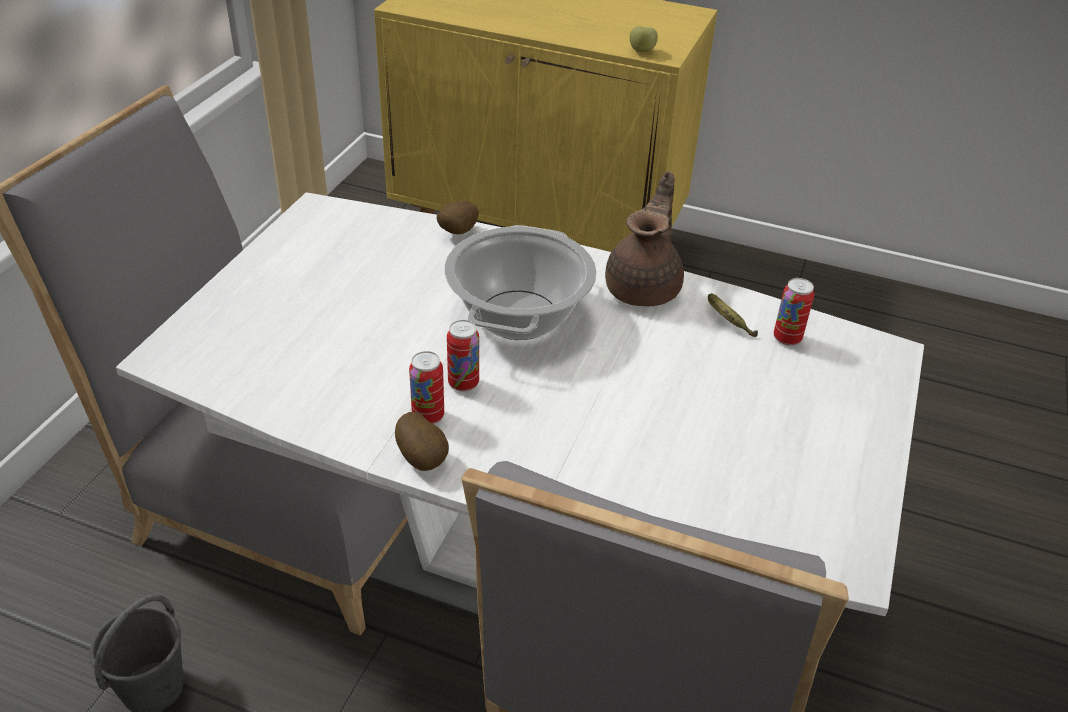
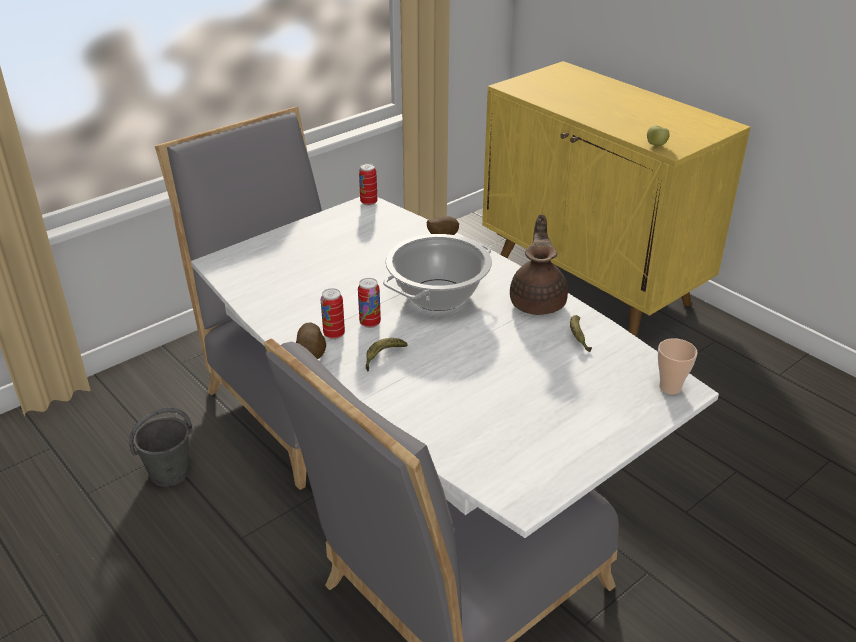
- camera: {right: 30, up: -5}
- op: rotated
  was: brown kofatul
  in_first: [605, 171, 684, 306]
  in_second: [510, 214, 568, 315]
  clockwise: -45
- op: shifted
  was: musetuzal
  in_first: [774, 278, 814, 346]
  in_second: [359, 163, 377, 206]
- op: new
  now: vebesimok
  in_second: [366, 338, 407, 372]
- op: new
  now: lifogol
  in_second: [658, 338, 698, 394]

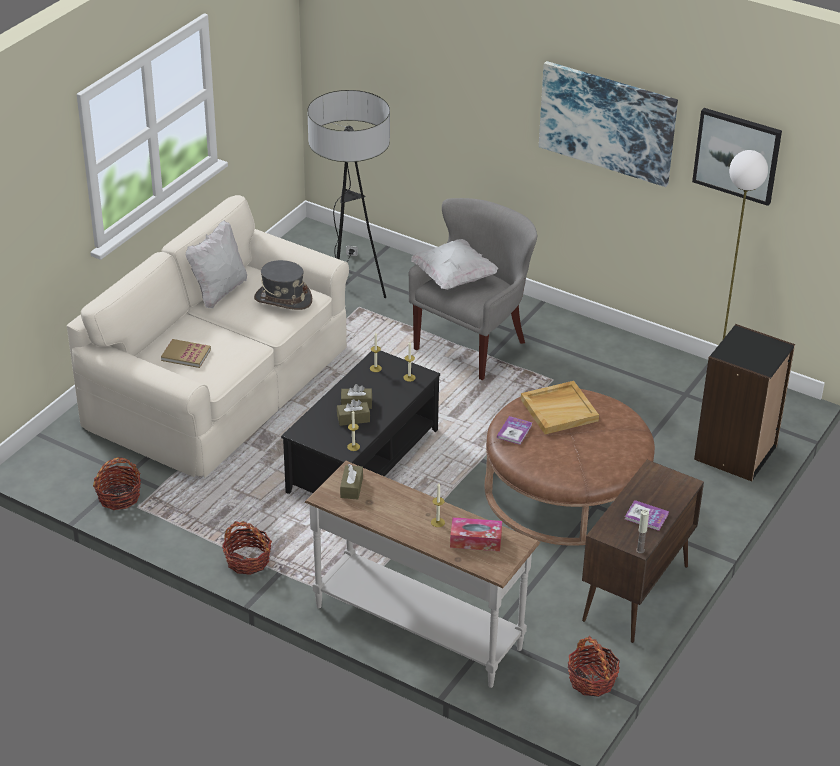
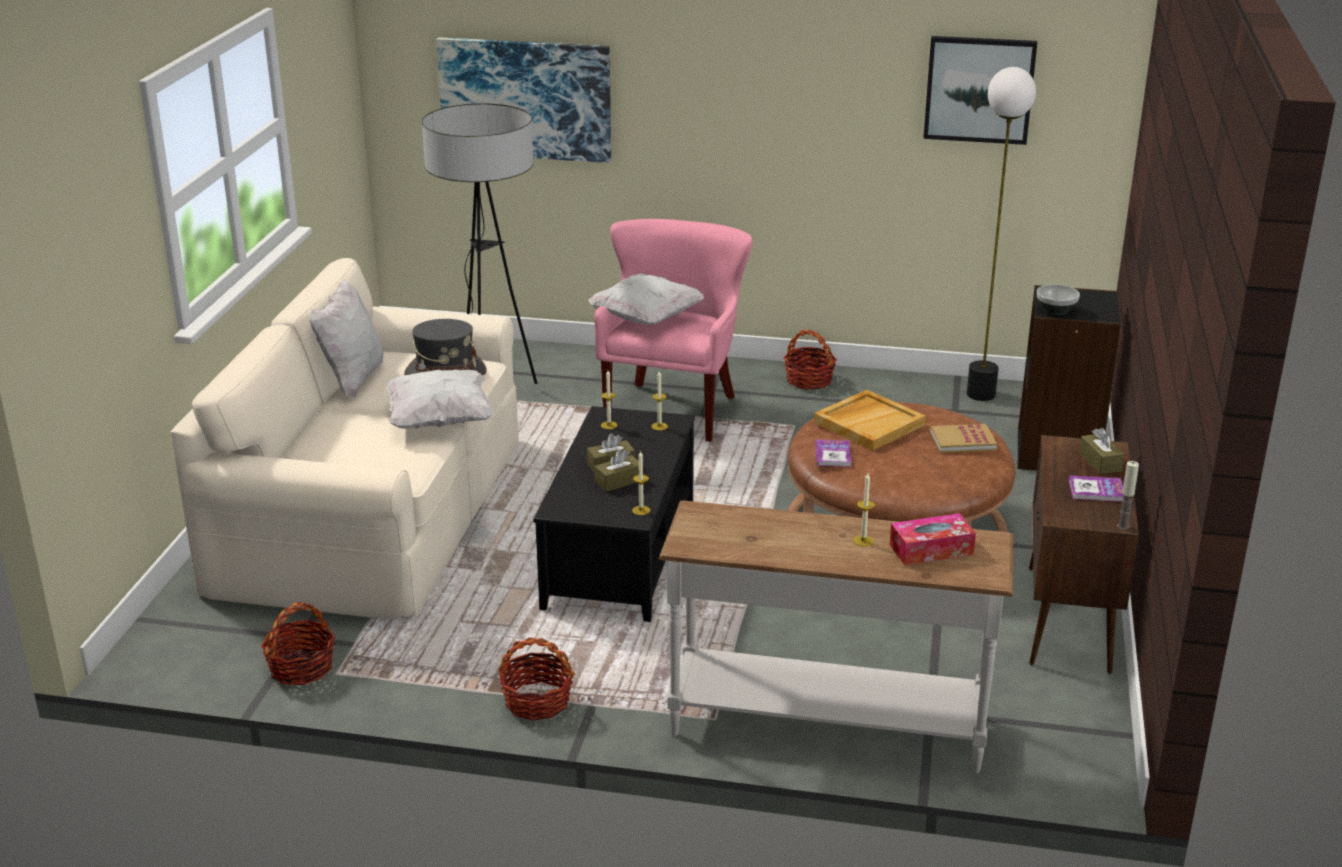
- camera: {right: -20, up: -10}
- op: shifted
  was: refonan
  in_first: [539, 61, 678, 187]
  in_second: [436, 37, 611, 163]
- op: repainted
  was: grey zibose
  now: pink zibose
  in_first: [409, 198, 537, 380]
  in_second: [594, 219, 753, 442]
- op: shifted
  was: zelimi
  in_first: [161, 339, 211, 368]
  in_second: [930, 424, 997, 453]
- op: shifted
  was: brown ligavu
  in_first: [340, 464, 363, 500]
  in_second: [1079, 428, 1124, 474]
- op: shifted
  was: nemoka
  in_first: [567, 636, 620, 697]
  in_second: [783, 329, 837, 390]
- op: new
  now: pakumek
  in_second: [1037, 284, 1080, 316]
- op: new
  now: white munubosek
  in_second: [386, 370, 495, 429]

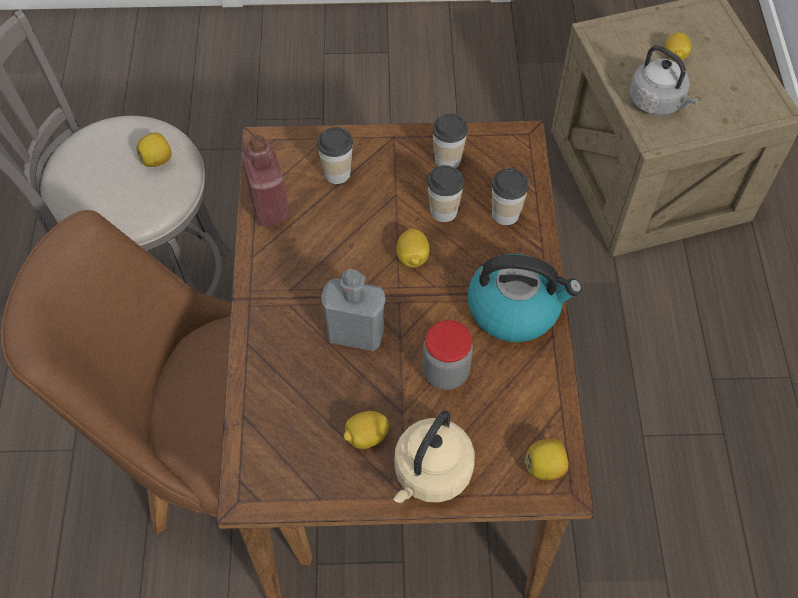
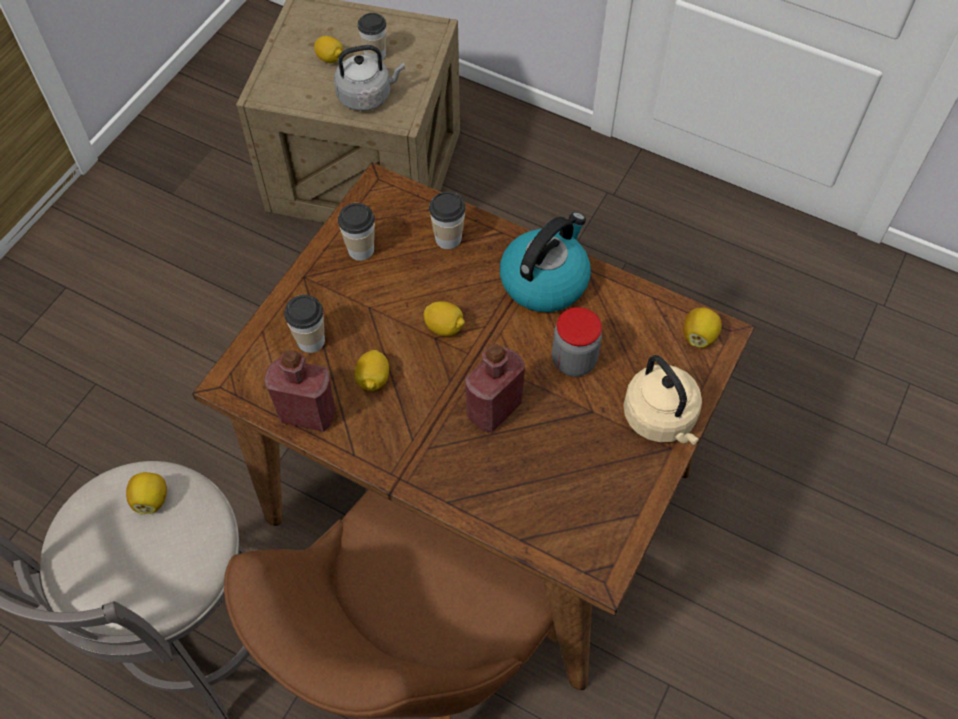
- camera: {right: -60, up: 0}
- op: shifted
  was: lifogol
  in_first: [427, 165, 464, 222]
  in_second: [358, 13, 386, 60]
- op: repainted
  was: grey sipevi
  now: red sipevi
  in_first: [321, 269, 385, 351]
  in_second: [465, 344, 525, 433]
- op: shifted
  was: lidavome
  in_first: [344, 411, 389, 449]
  in_second: [355, 350, 389, 391]

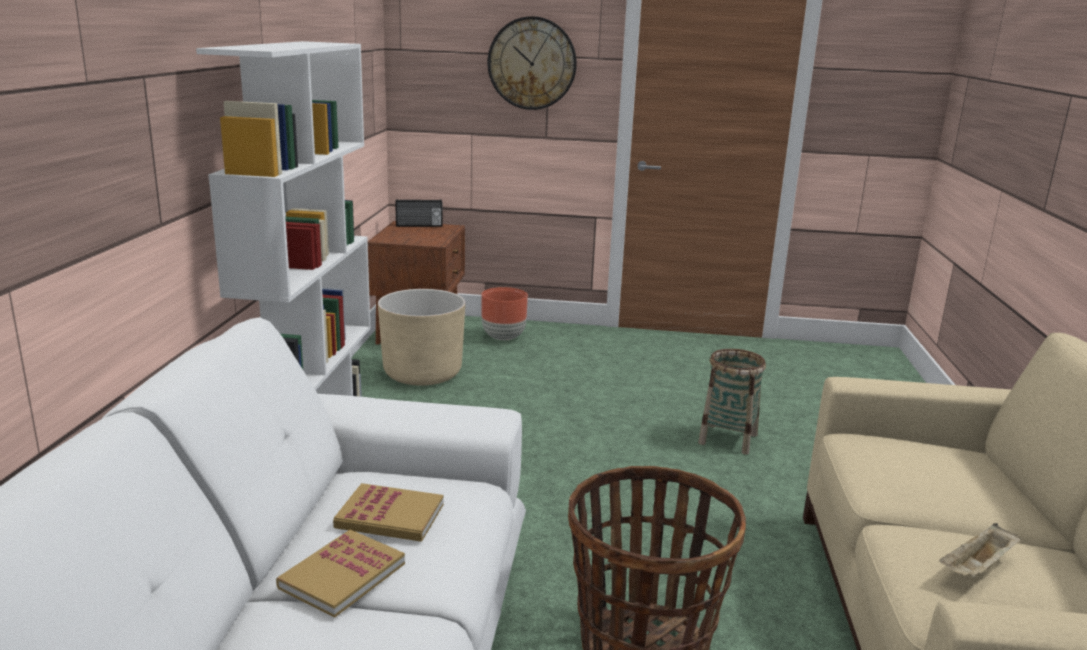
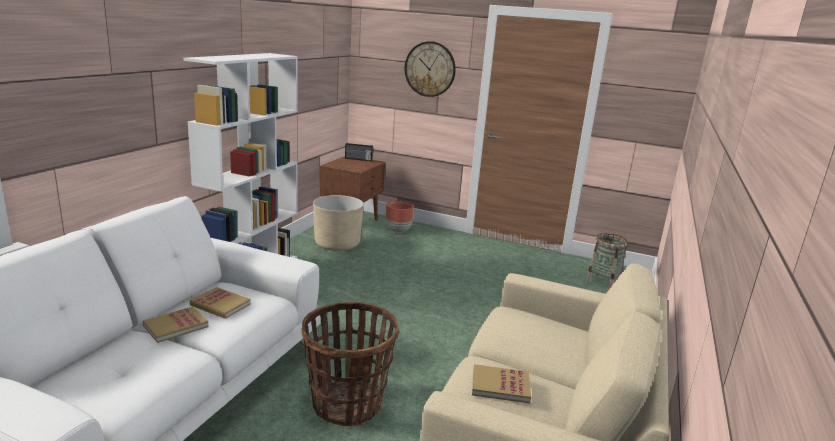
- camera: {right: 15, up: 0}
- op: shifted
  was: nemoka
  in_first: [698, 349, 766, 455]
  in_second: [586, 233, 627, 290]
- op: swapped
  was: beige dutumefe
  now: zelimi
  in_first: [940, 523, 1021, 578]
  in_second: [472, 364, 531, 403]

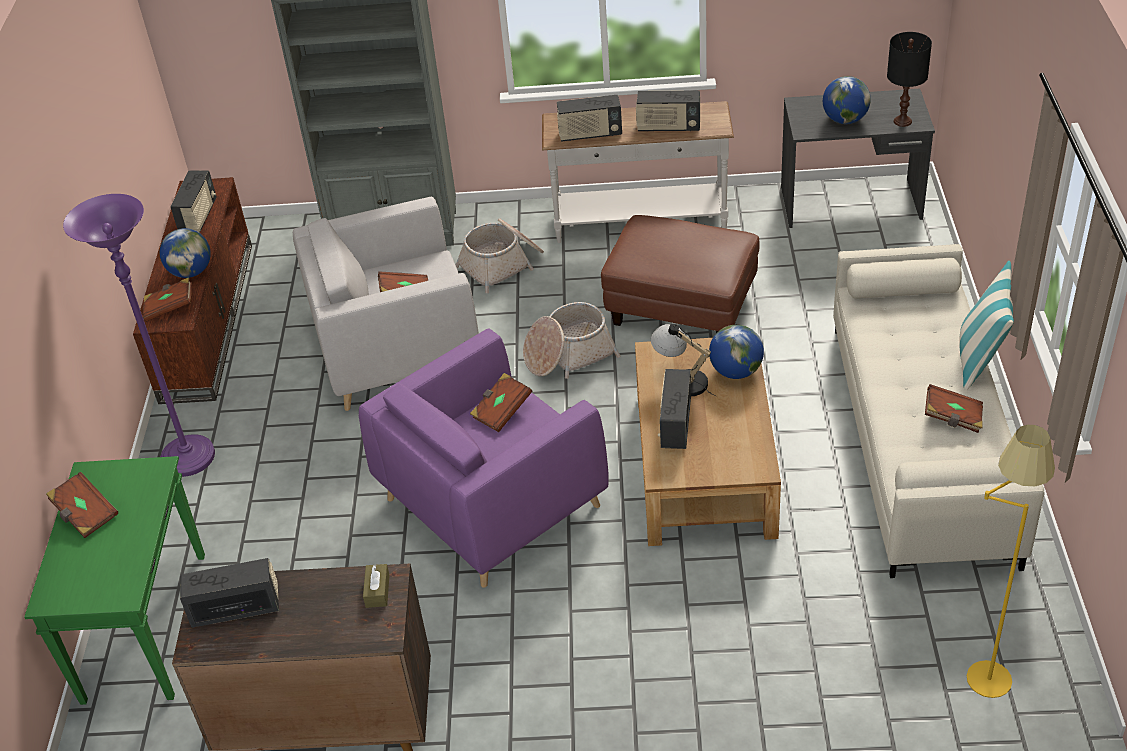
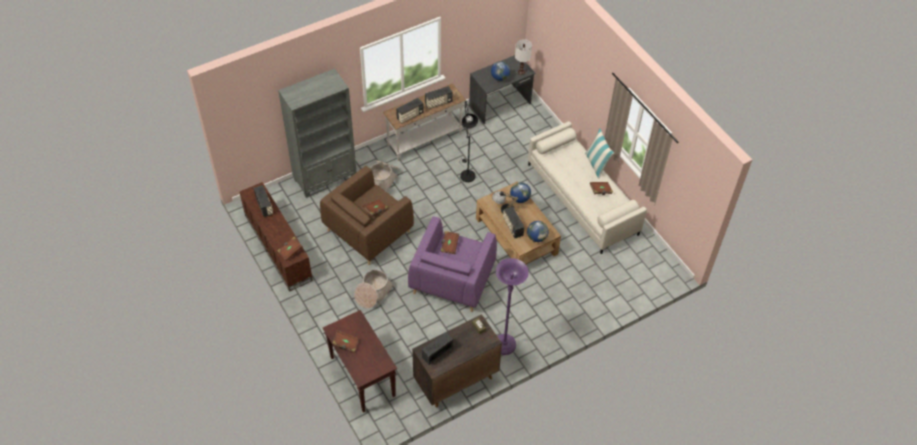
- camera: {right: -35, up: 10}
- op: repainted
  was: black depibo
  now: white depibo
  in_first: [887, 32, 932, 127]
  in_second: [515, 39, 532, 75]
- op: shifted
  was: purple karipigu
  in_first: [63, 194, 215, 477]
  in_second: [496, 258, 529, 355]
- op: repainted
  was: grey zibose
  now: brown zibose
  in_first: [293, 197, 479, 411]
  in_second: [320, 166, 414, 265]
- op: swapped
  was: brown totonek
  now: black karipigu
  in_first: [601, 215, 760, 333]
  in_second: [460, 101, 478, 182]
- op: shifted
  was: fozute
  in_first: [160, 228, 211, 278]
  in_second: [527, 221, 549, 242]
- op: shifted
  was: nemoka
  in_first: [523, 302, 621, 379]
  in_second: [354, 270, 395, 309]
- op: gone
  was: yellow karipigu
  in_first: [967, 425, 1055, 698]
- op: repainted
  was: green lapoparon
  now: brown lapoparon
  in_first: [24, 456, 205, 705]
  in_second: [323, 310, 397, 413]

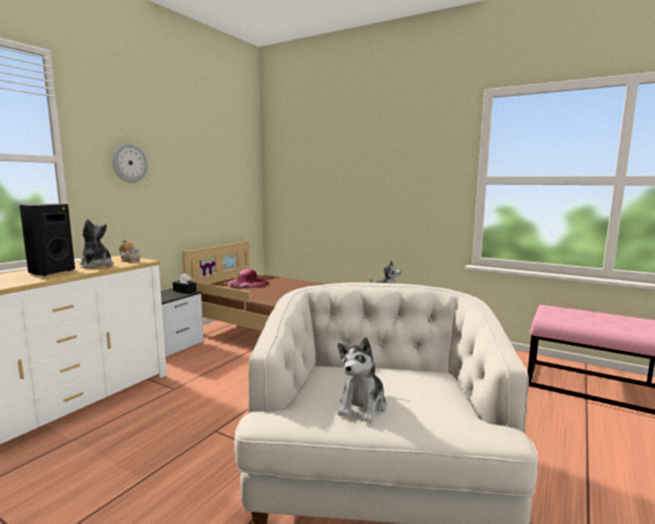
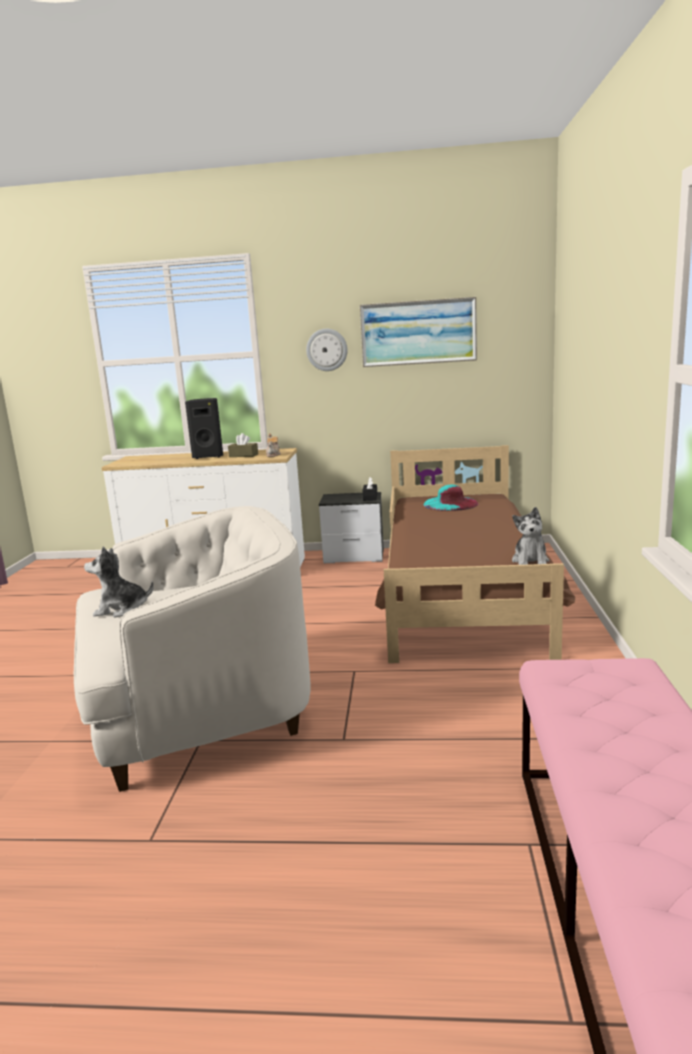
- camera: {right: 65, up: 5}
- op: swapped
  was: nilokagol
  now: brown ligavu
  in_first: [79, 219, 113, 268]
  in_second: [228, 433, 258, 457]
- op: repainted
  was: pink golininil
  now: turquoise golininil
  in_first: [228, 269, 268, 288]
  in_second: [424, 484, 478, 511]
- op: new
  now: refonan
  in_second: [360, 297, 477, 367]

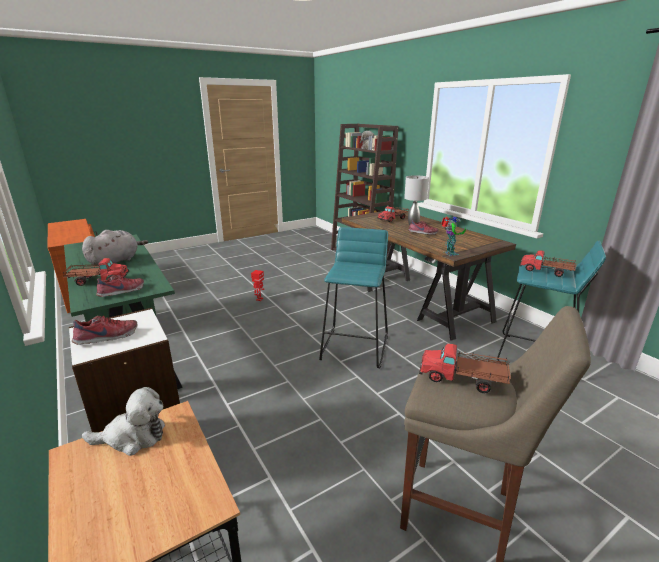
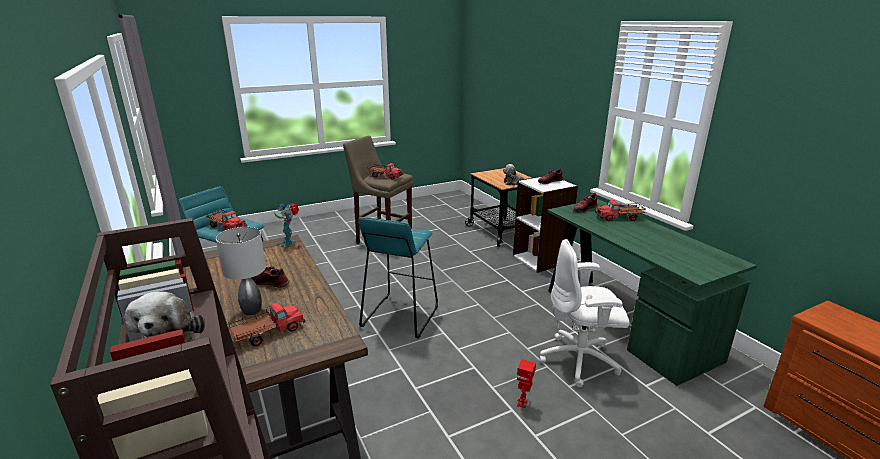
- camera: {right: -175, up: 0}
- op: gone
  was: grey nilokagol
  in_first: [82, 230, 148, 265]
- op: new
  now: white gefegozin
  in_second: [540, 239, 629, 387]

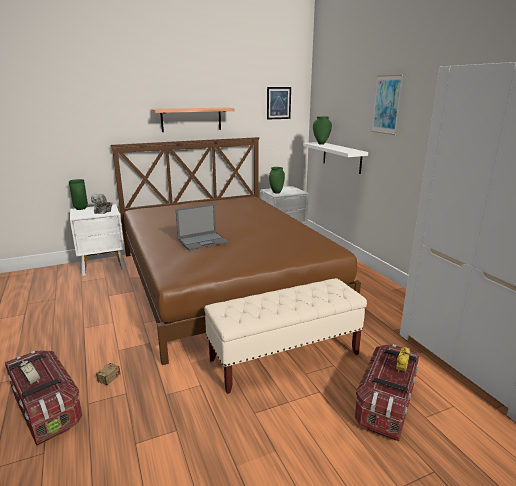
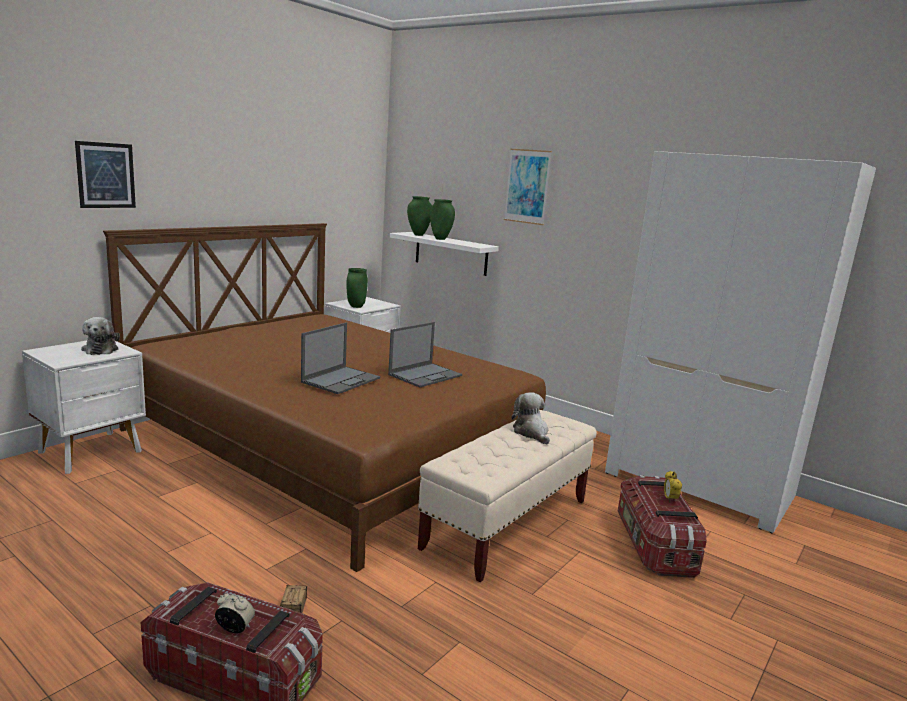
- camera: {right: -30, up: -5}
- op: shifted
  was: refonan
  in_first: [267, 87, 291, 120]
  in_second: [75, 141, 136, 208]
- op: gone
  was: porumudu
  in_first: [151, 108, 235, 132]
- op: shifted
  was: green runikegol
  in_first: [69, 179, 88, 210]
  in_second: [430, 199, 455, 240]
- op: new
  now: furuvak
  in_second: [388, 322, 462, 387]
- op: new
  now: nilokagol
  in_second: [512, 393, 550, 444]

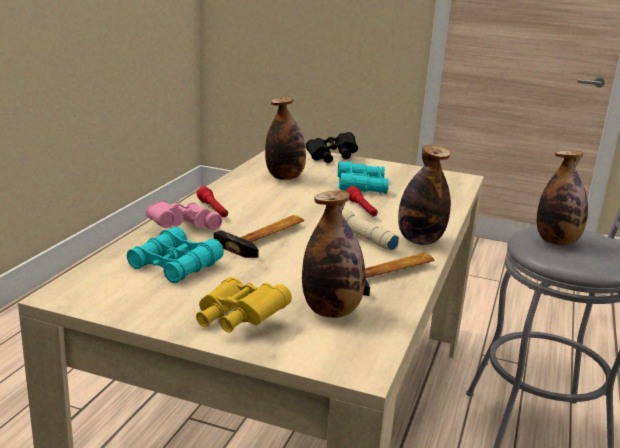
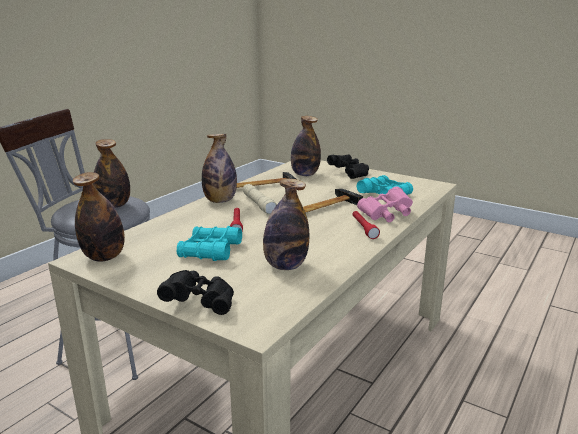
- camera: {right: -165, up: 0}
- op: repainted
  was: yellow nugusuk
  now: black nugusuk
  in_first: [196, 277, 292, 333]
  in_second: [327, 155, 369, 179]
- op: new
  now: sipevi
  in_second: [73, 172, 125, 262]

